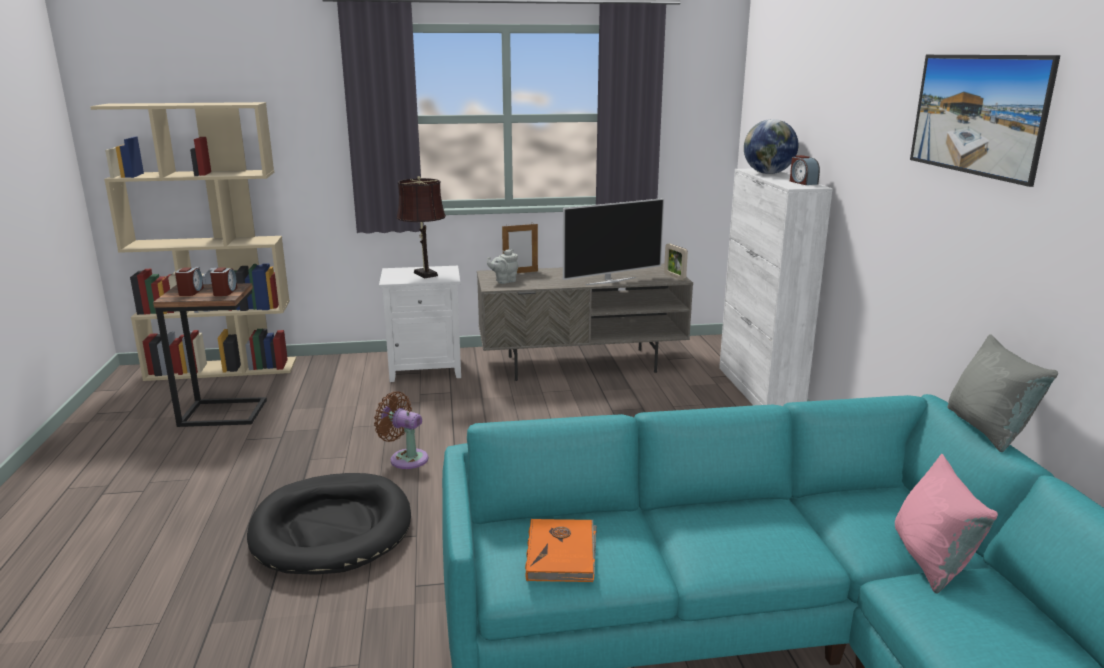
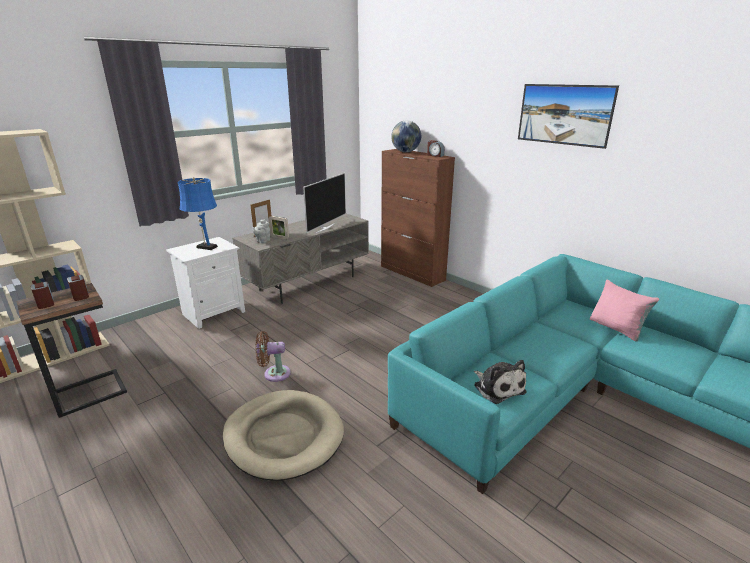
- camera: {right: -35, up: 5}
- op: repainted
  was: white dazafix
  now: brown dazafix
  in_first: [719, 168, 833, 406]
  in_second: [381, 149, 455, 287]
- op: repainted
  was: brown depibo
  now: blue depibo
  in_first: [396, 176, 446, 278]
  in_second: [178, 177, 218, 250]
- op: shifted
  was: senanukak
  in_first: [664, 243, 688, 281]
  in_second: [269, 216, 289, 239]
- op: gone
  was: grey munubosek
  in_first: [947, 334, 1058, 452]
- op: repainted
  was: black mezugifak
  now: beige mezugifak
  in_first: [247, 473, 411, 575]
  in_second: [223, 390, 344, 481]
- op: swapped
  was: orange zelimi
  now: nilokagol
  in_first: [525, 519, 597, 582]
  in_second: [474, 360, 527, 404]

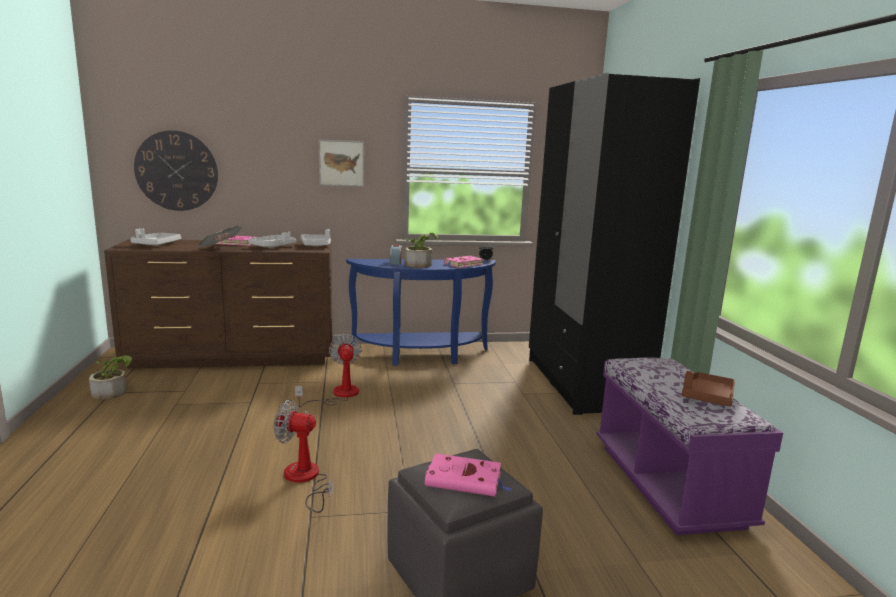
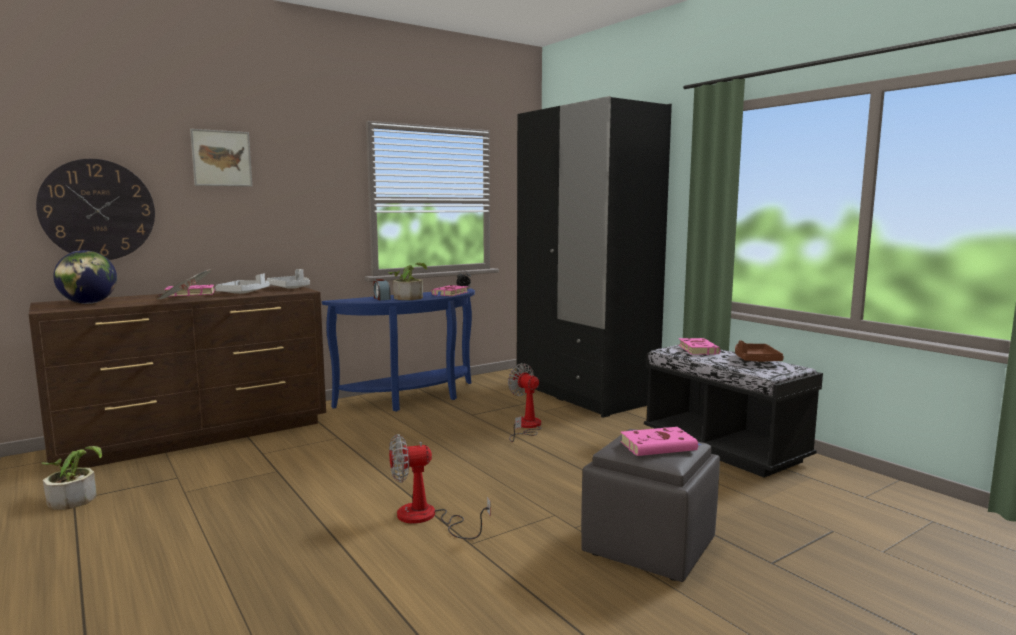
- camera: {right: -25, up: -5}
- op: shifted
  was: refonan
  in_first: [319, 139, 364, 187]
  in_second: [190, 129, 252, 187]
- op: swapped
  was: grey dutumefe
  now: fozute
  in_first: [130, 228, 181, 245]
  in_second: [53, 250, 117, 304]
- op: shifted
  was: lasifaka
  in_first: [295, 334, 362, 407]
  in_second: [508, 363, 542, 442]
- op: repainted
  was: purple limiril
  now: black limiril
  in_first: [596, 357, 783, 535]
  in_second: [644, 345, 823, 478]
- op: new
  now: pink zelimi
  in_second: [679, 338, 720, 355]

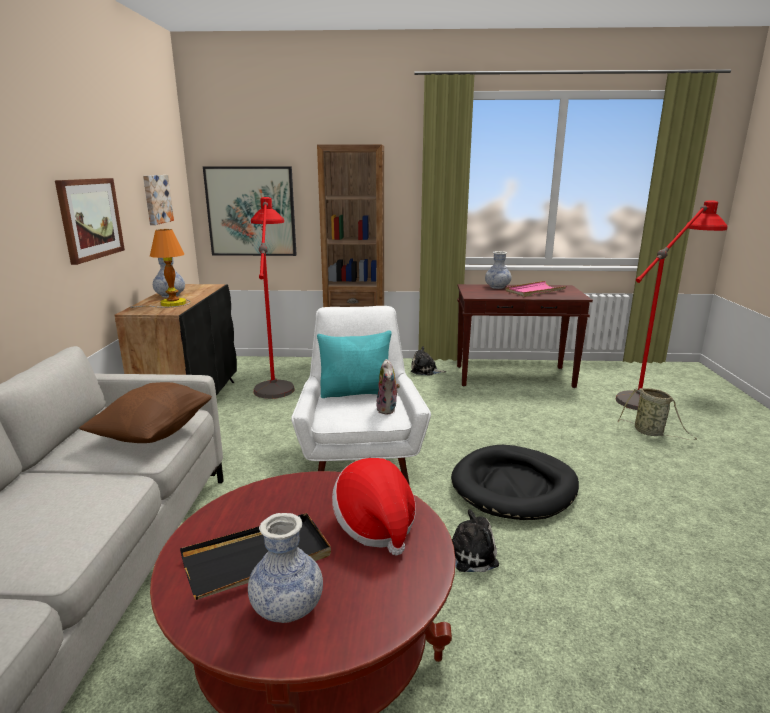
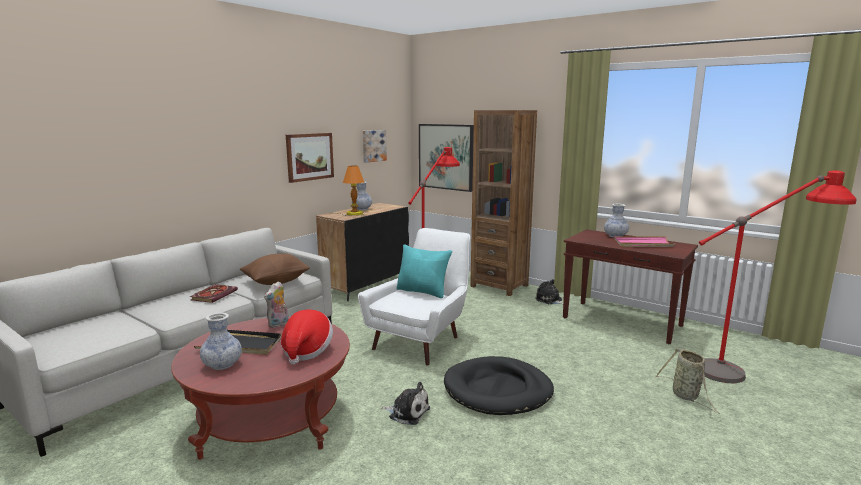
- camera: {right: 35, up: -5}
- op: shifted
  was: nilokagol
  in_first: [376, 359, 400, 415]
  in_second: [264, 281, 289, 328]
- op: new
  now: zelimi
  in_second: [190, 284, 238, 303]

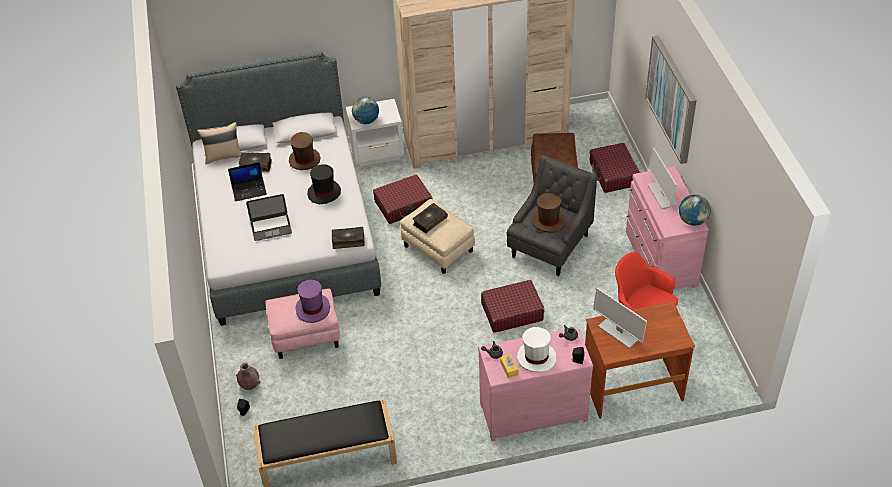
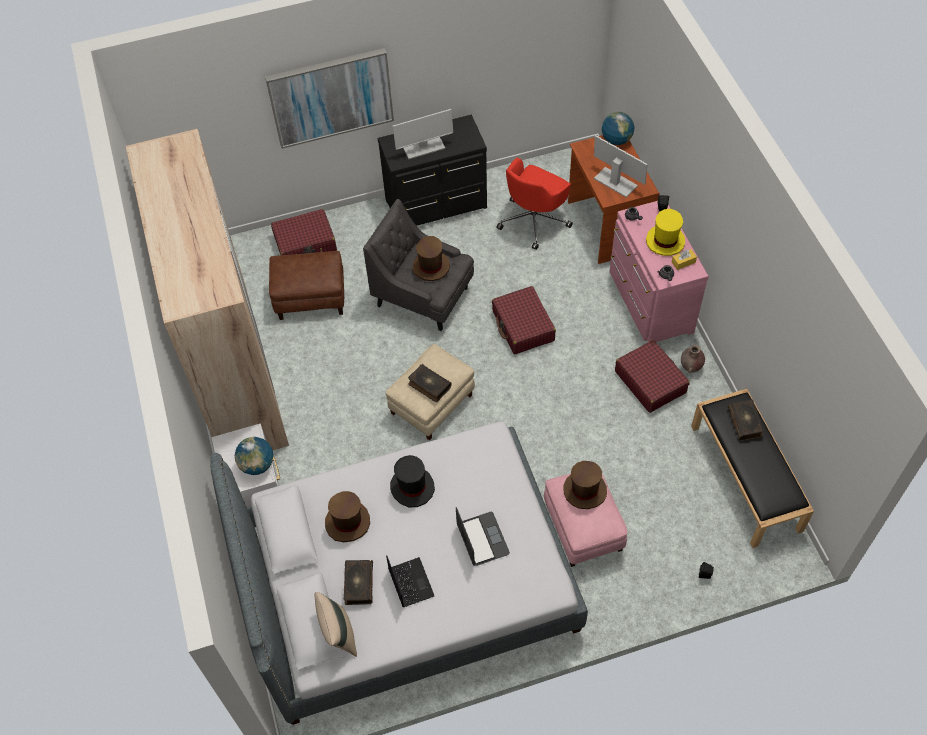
- camera: {right: -95, up: 10}
- op: repainted
  was: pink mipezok
  now: black mipezok
  in_first: [626, 166, 709, 289]
  in_second: [378, 115, 487, 226]
- op: shifted
  was: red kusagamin
  in_first: [373, 175, 433, 224]
  in_second: [615, 340, 690, 413]
- op: shifted
  was: fozute
  in_first: [679, 195, 711, 226]
  in_second: [602, 112, 635, 145]
- op: shifted
  was: zelimi
  in_first: [332, 227, 365, 249]
  in_second: [728, 399, 764, 441]
- op: repainted
  was: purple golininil
  now: brown golininil
  in_first: [295, 280, 330, 323]
  in_second: [563, 461, 607, 509]
- op: rotated
  was: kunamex
  in_first: [593, 287, 647, 348]
  in_second: [594, 135, 647, 197]
  clockwise: -90
- op: repainted
  was: white golininil
  now: yellow golininil
  in_first: [517, 327, 556, 373]
  in_second: [646, 209, 685, 256]
- op: shifted
  was: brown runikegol
  in_first: [236, 363, 260, 390]
  in_second: [681, 345, 705, 373]

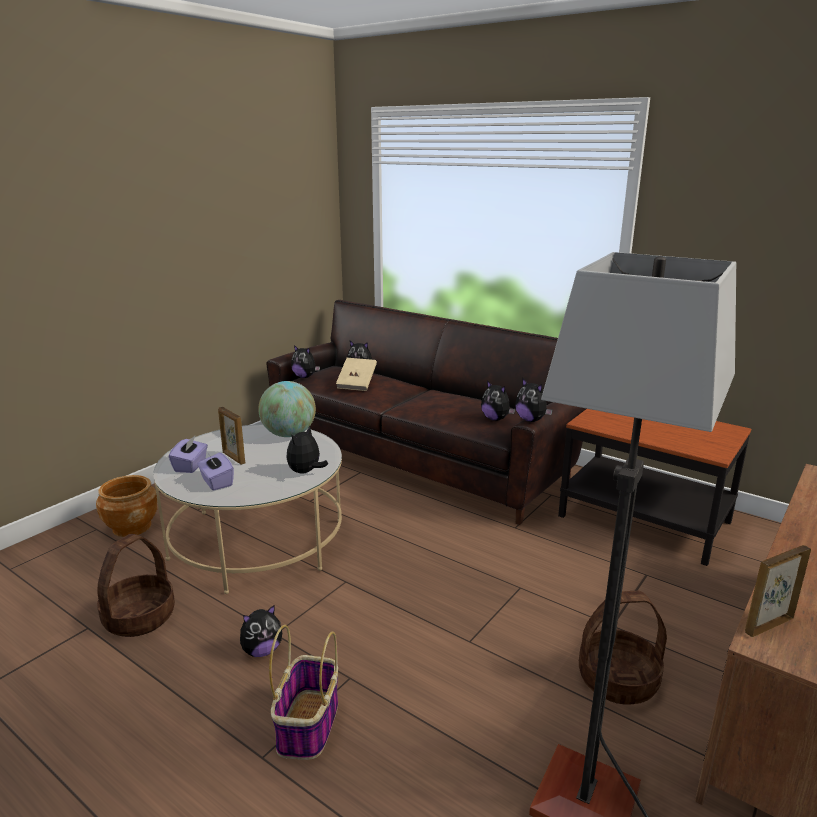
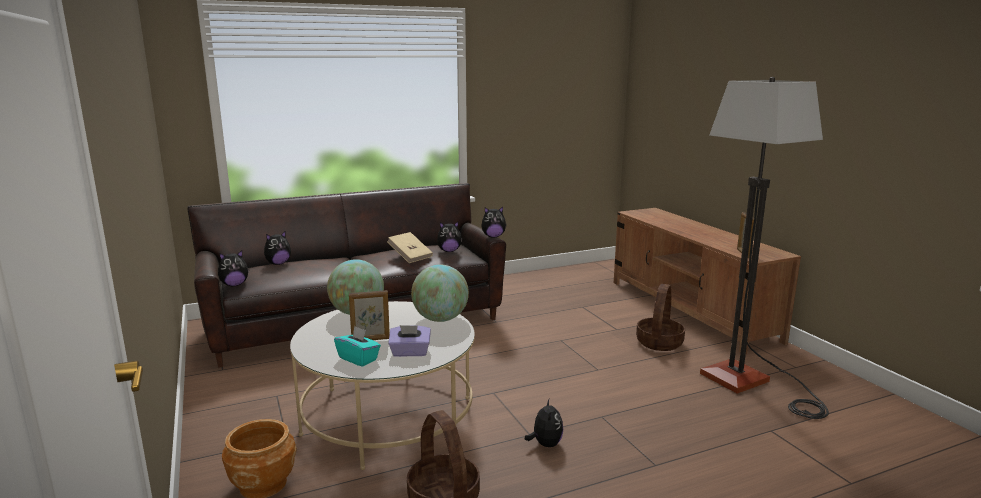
- camera: {right: -60, up: -5}
- op: shifted
  was: beige zelimi
  in_first: [336, 358, 377, 391]
  in_second: [387, 232, 433, 263]
- op: gone
  was: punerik
  in_first: [558, 409, 751, 566]
- op: swapped
  was: nilokagol
  now: fozute
  in_first: [286, 425, 328, 474]
  in_second: [411, 265, 469, 322]
- op: repainted
  was: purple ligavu
  now: turquoise ligavu
  in_first: [169, 436, 208, 473]
  in_second: [334, 326, 381, 367]
- op: gone
  was: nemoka
  in_first: [269, 625, 338, 760]

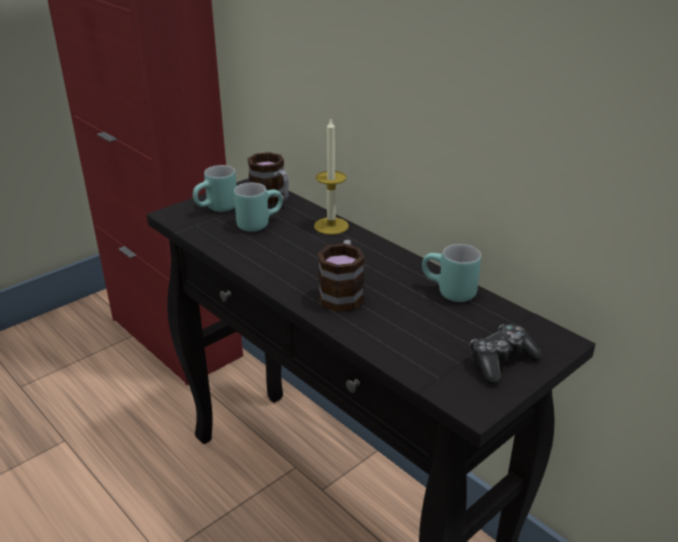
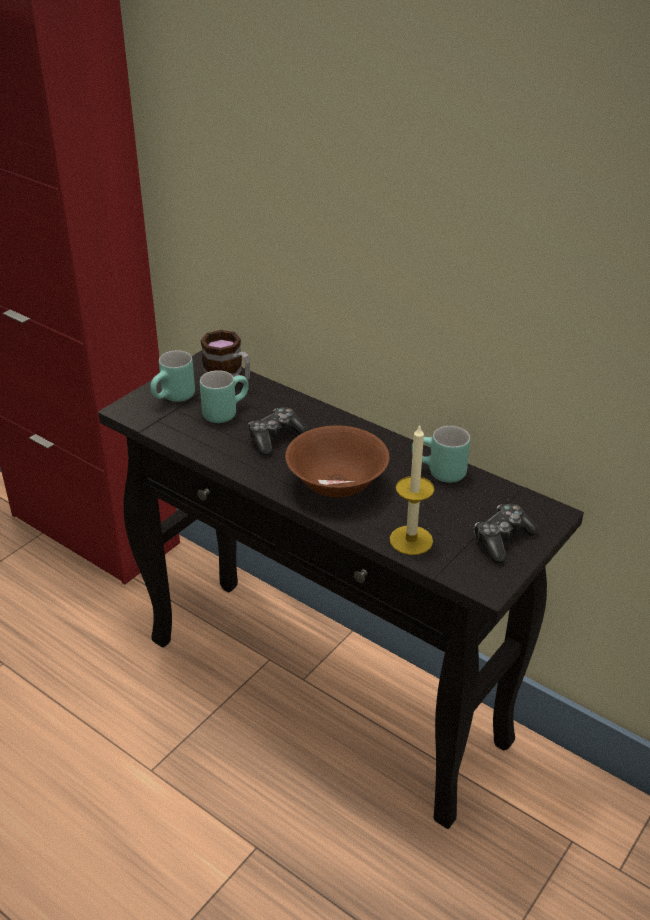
- camera: {right: -10, up: 5}
- op: shifted
  was: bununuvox
  in_first: [314, 119, 349, 235]
  in_second: [389, 424, 434, 555]
- op: swapped
  was: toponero
  now: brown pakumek
  in_first: [318, 240, 365, 312]
  in_second: [285, 425, 390, 497]
- op: new
  now: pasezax
  in_second: [248, 407, 309, 456]

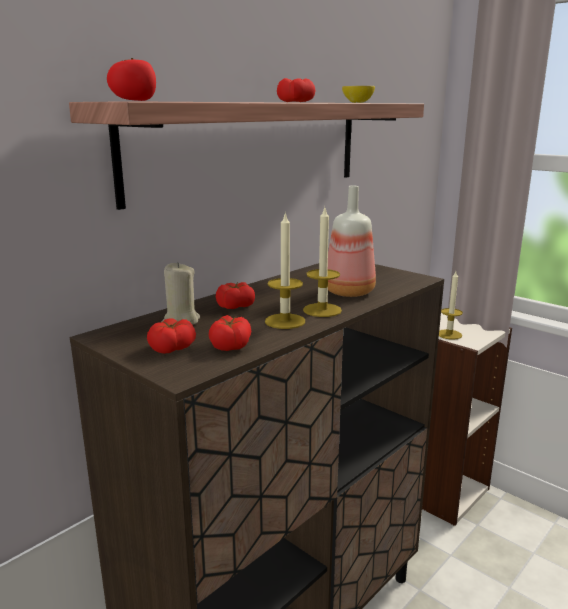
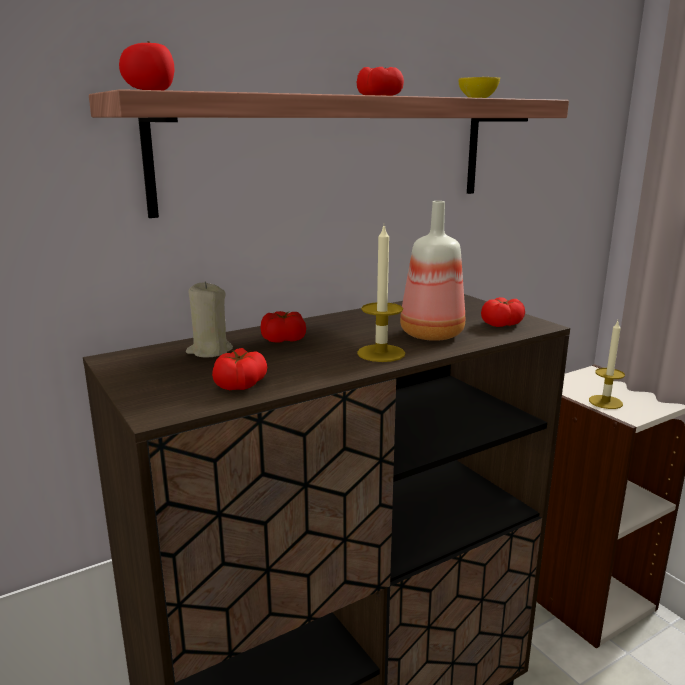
- camera: {right: 15, up: 0}
- op: gone
  was: bununuvox
  in_first: [265, 212, 305, 329]
- op: shifted
  was: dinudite
  in_first: [147, 318, 196, 354]
  in_second: [481, 297, 525, 327]

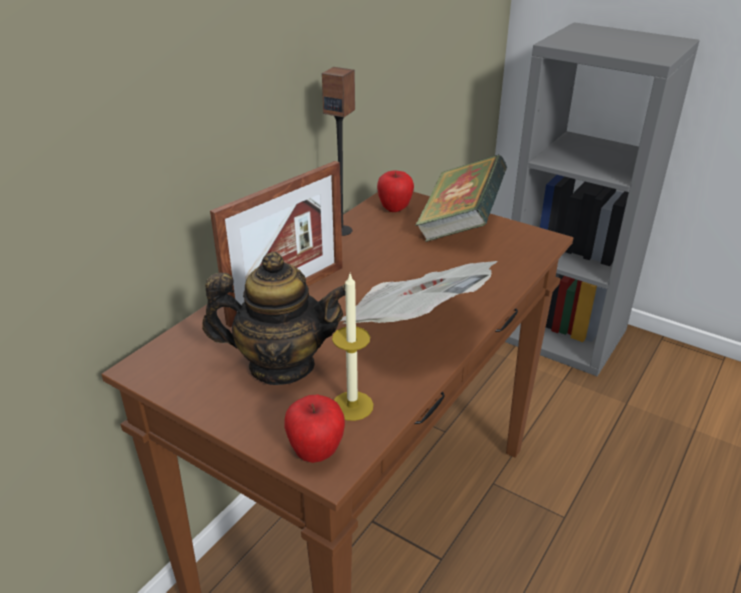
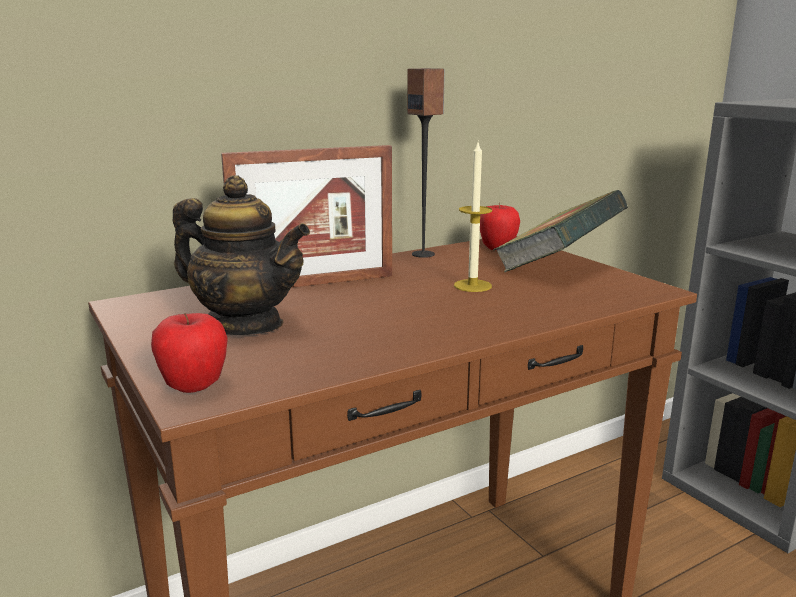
- camera: {right: 25, up: -15}
- op: gone
  was: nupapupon
  in_first: [341, 261, 497, 324]
- op: shifted
  was: bununuvox
  in_first: [332, 274, 374, 421]
  in_second: [454, 142, 492, 292]

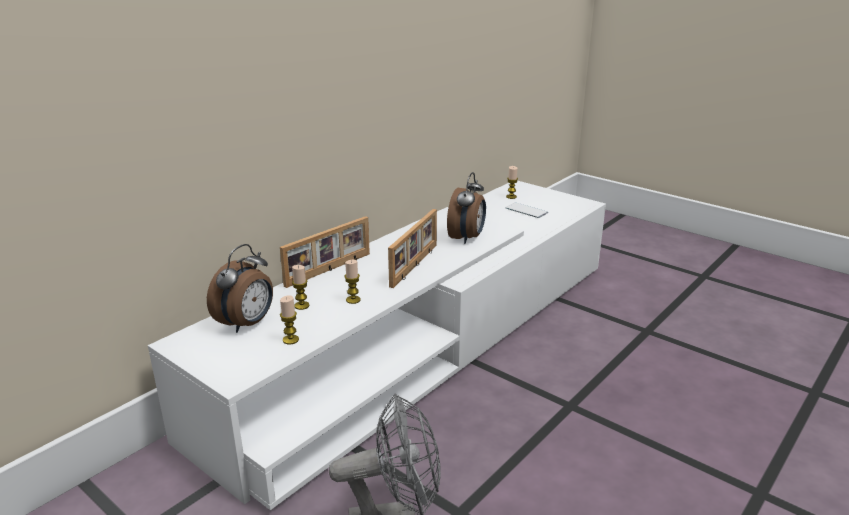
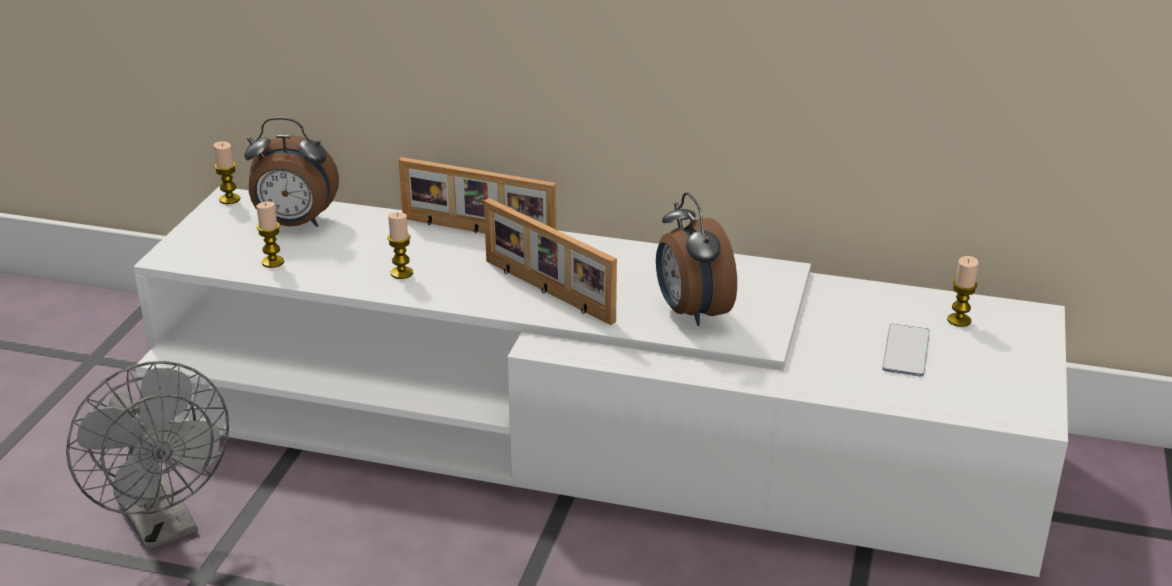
- camera: {right: 65, up: 5}
- op: rotated
  was: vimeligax
  in_first: [447, 172, 486, 244]
  in_second: [656, 192, 737, 326]
  clockwise: 75
- op: rotated
  was: senanukak
  in_first: [388, 209, 437, 288]
  in_second: [484, 198, 617, 325]
  clockwise: 45
- op: shifted
  was: bununuvox
  in_first: [292, 265, 309, 310]
  in_second: [213, 141, 240, 204]

